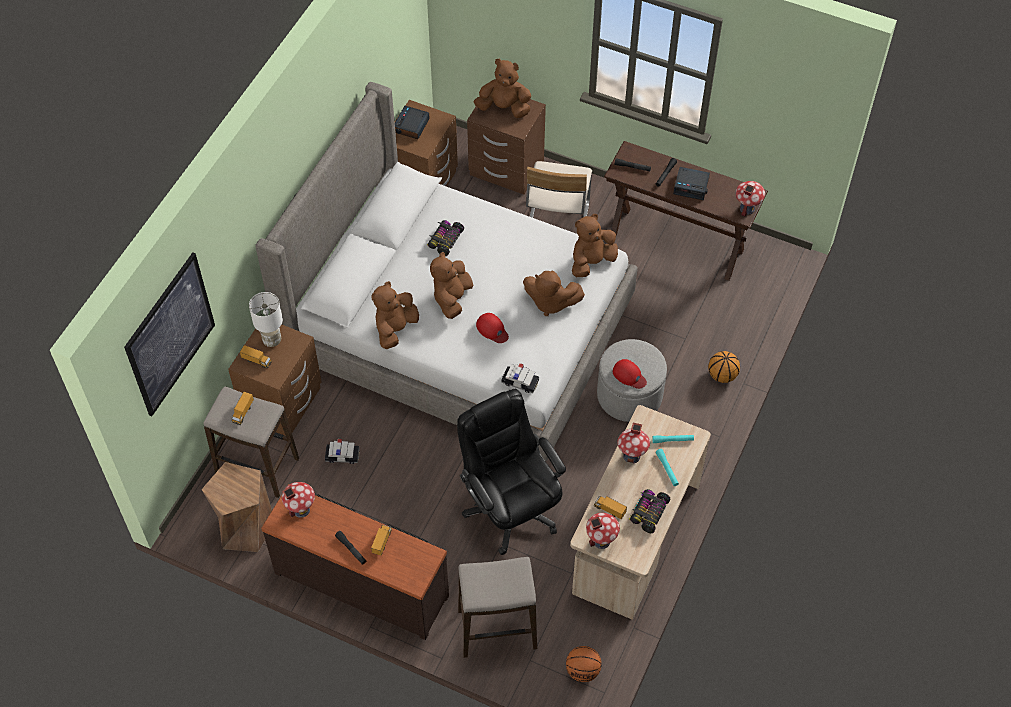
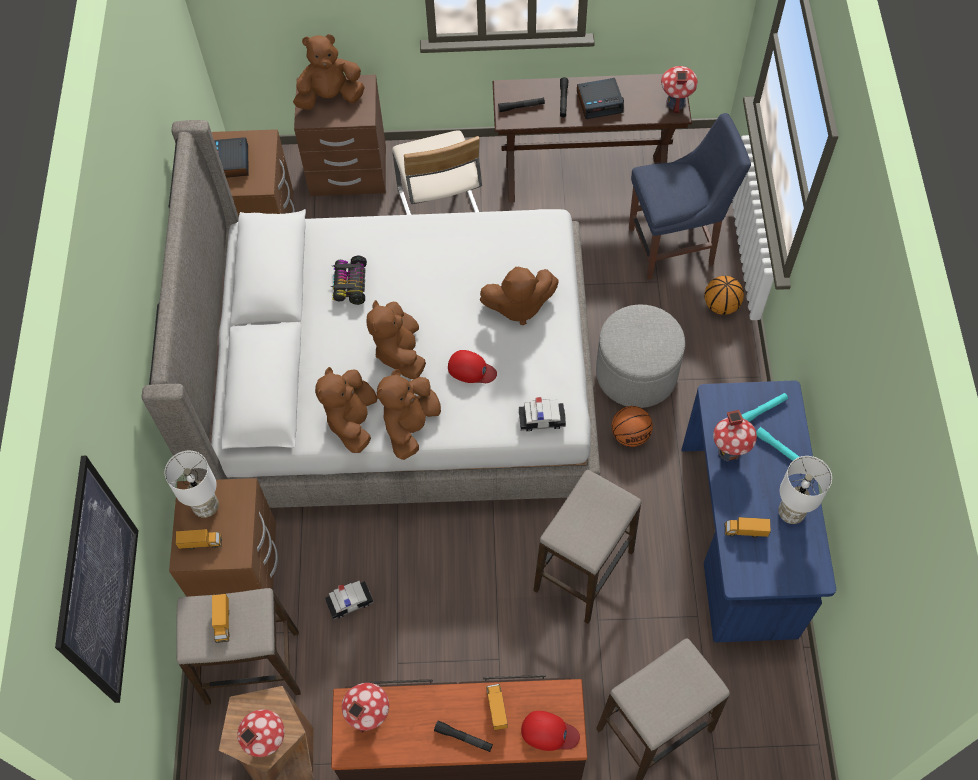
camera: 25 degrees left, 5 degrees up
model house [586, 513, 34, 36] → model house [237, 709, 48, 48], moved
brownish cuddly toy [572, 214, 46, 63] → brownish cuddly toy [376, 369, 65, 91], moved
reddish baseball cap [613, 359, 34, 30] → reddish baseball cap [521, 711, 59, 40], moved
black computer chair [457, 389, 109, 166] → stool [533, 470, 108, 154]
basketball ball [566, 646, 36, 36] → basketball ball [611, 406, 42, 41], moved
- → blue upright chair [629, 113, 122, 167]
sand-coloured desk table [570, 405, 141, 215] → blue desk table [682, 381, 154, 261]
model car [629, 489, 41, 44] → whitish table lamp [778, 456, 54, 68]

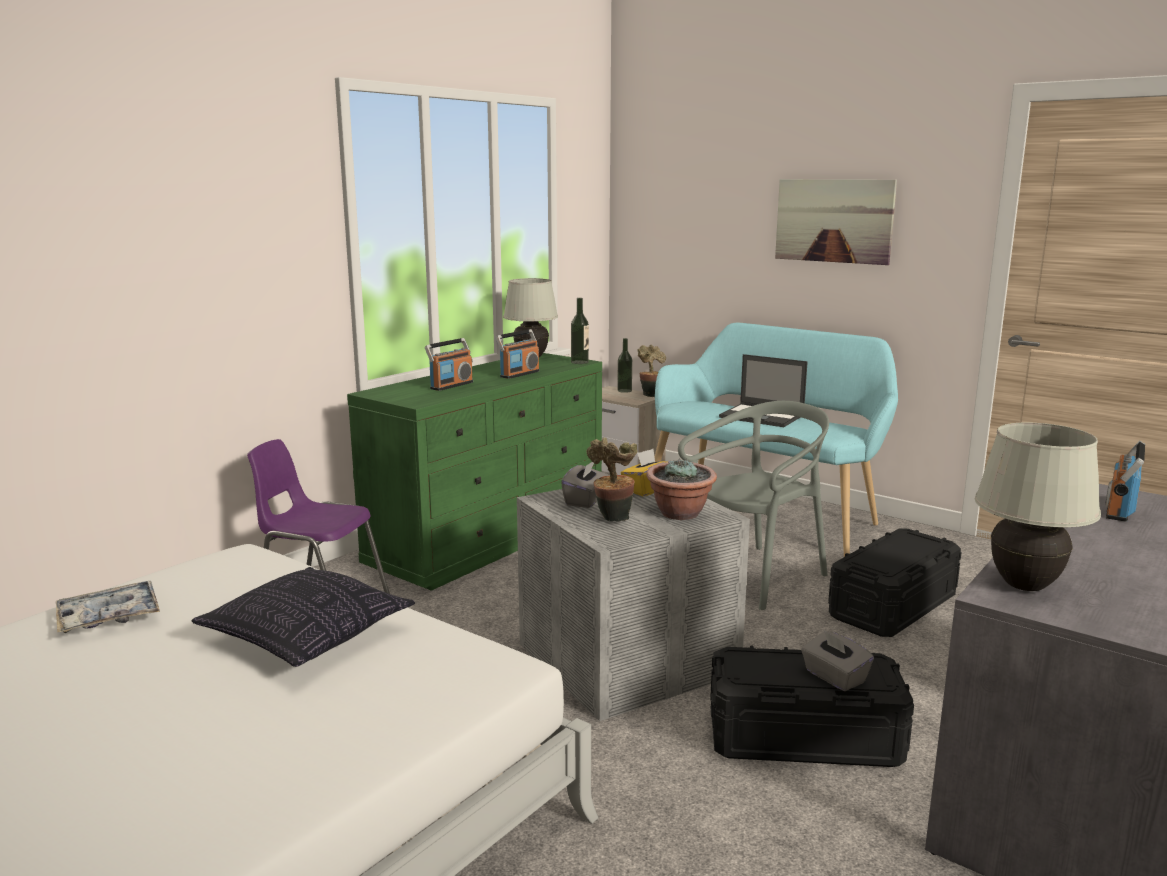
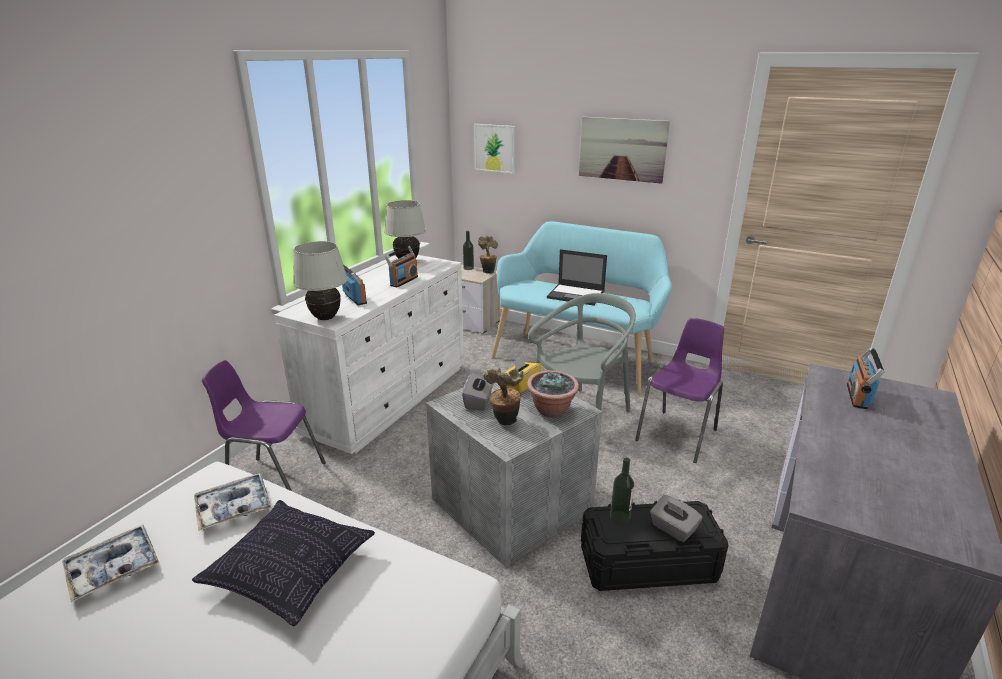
camera: 10 degrees left, 10 degrees up
- → serving tray [194, 473, 77, 58]
green chest of drawers [347, 353, 255, 238] → whitish chest of drawers [274, 255, 191, 199]
whitish table lamp [975, 422, 126, 169] → whitish table lamp [293, 241, 55, 79], moved
radio receiver [425, 338, 48, 53] → radio receiver [342, 264, 25, 41], 60 degrees counterclockwise
- → wall art [474, 124, 42, 50]
drink bottle [571, 298, 18, 66] → drink bottle [610, 457, 24, 68], moved
black storage box [828, 529, 134, 108] → purple upright chair [635, 318, 89, 145]

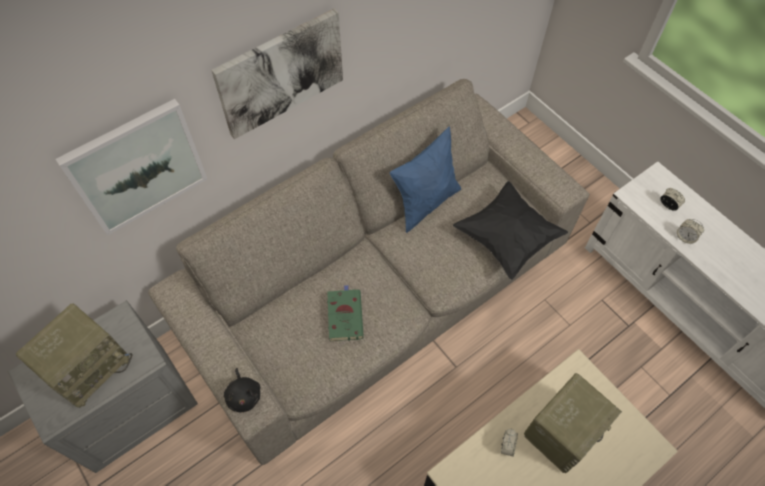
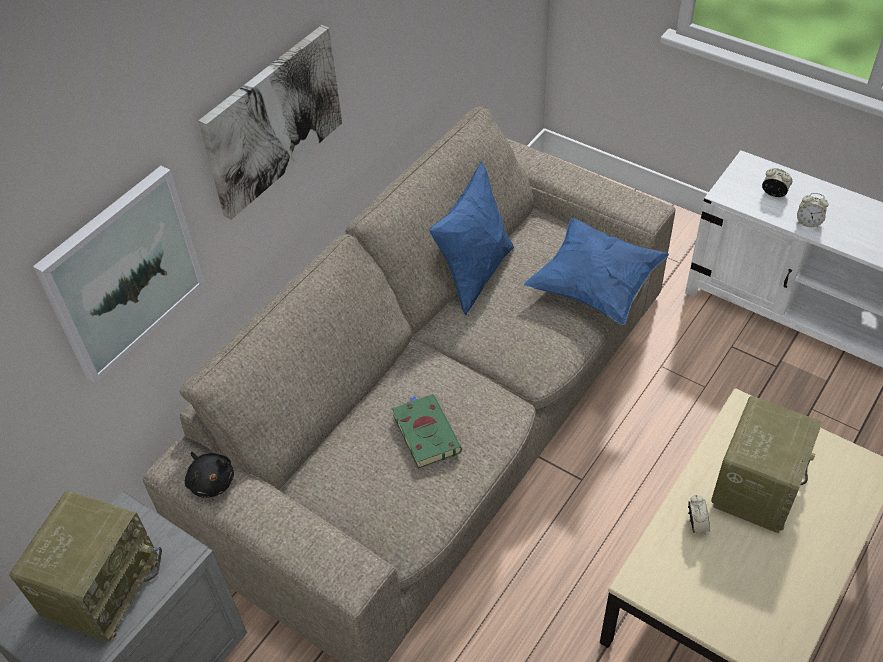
camera: 15 degrees left, 10 degrees down
black cuddly toy [224, 368, 36, 44] → black cuddly toy [185, 452, 49, 46], moved
black throw pillow [453, 181, 115, 99] → blue throw pillow [524, 218, 145, 107]

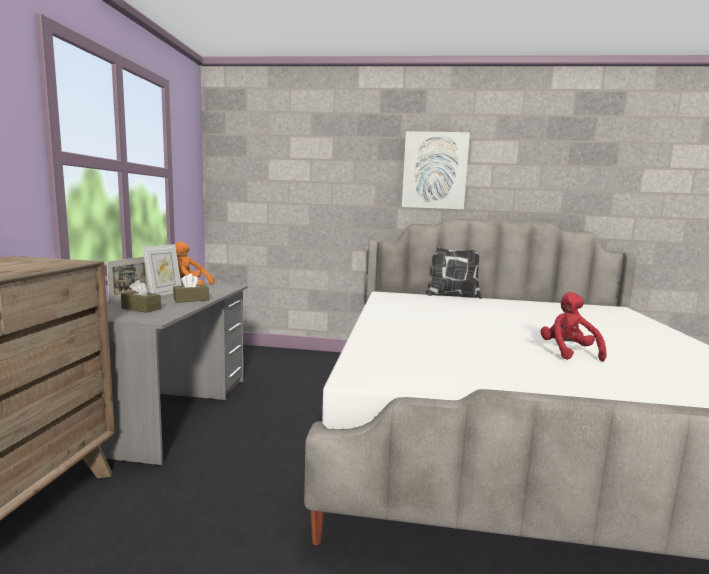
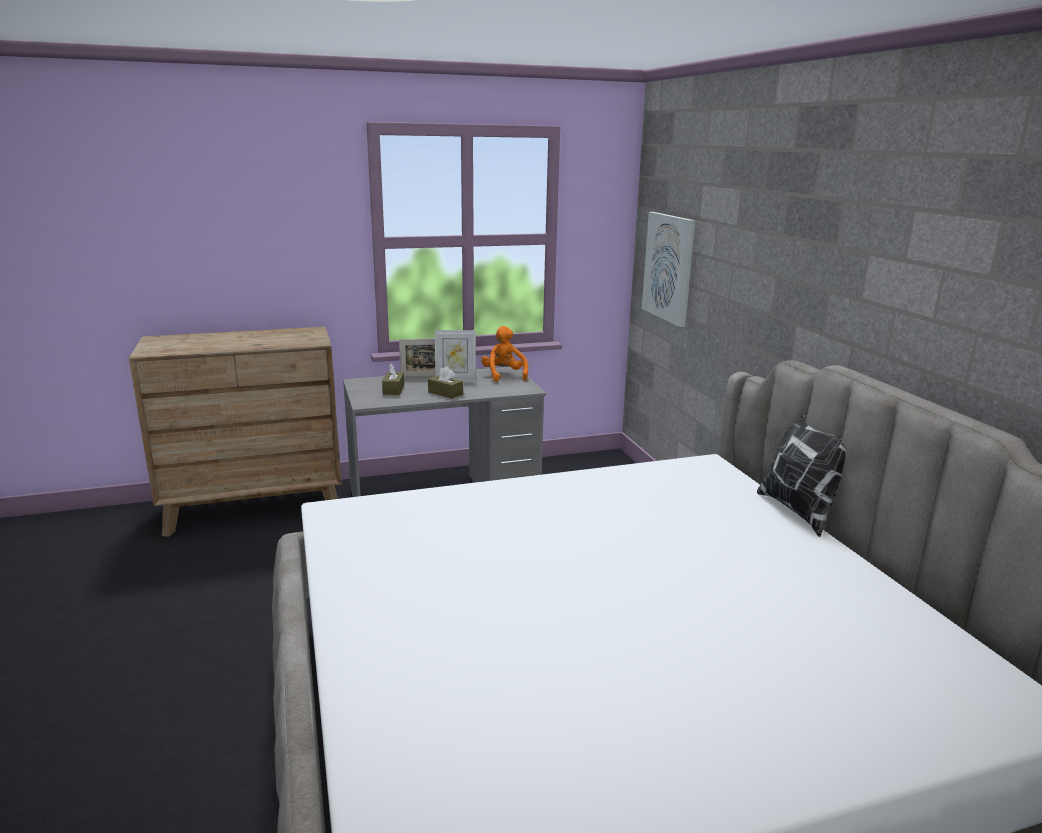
camera: 65 degrees right, 10 degrees up
wall art [402, 131, 68, 78] → wall art [642, 212, 53, 115], moved
reddish cuddly toy [540, 292, 67, 70] → -

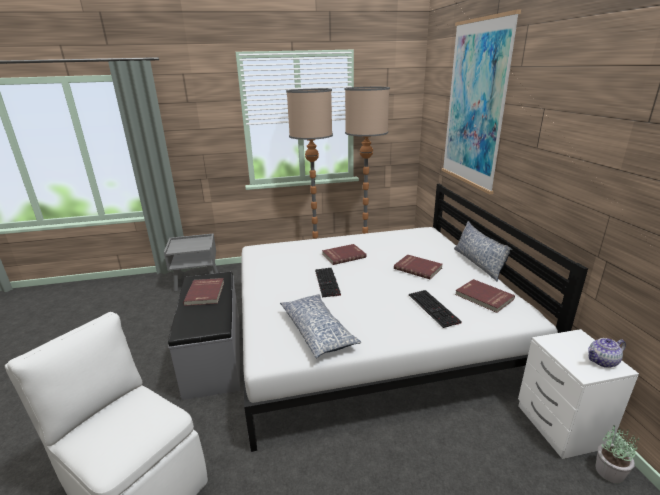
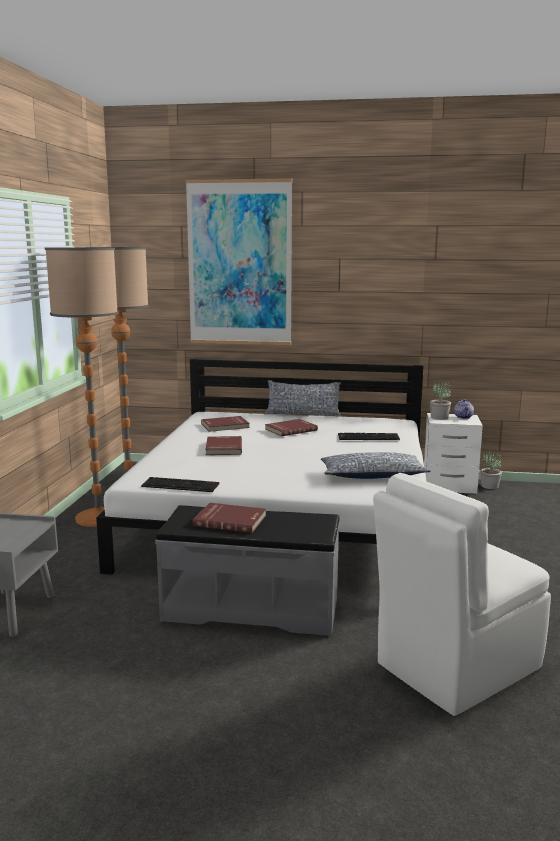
camera: 70 degrees left, 10 degrees down
computer keyboard [315, 268, 26, 30] → computer keyboard [141, 477, 78, 15], moved
reddish volume [455, 279, 60, 34] → reddish volume [201, 416, 49, 16], moved
- → potted plant [430, 382, 21, 38]

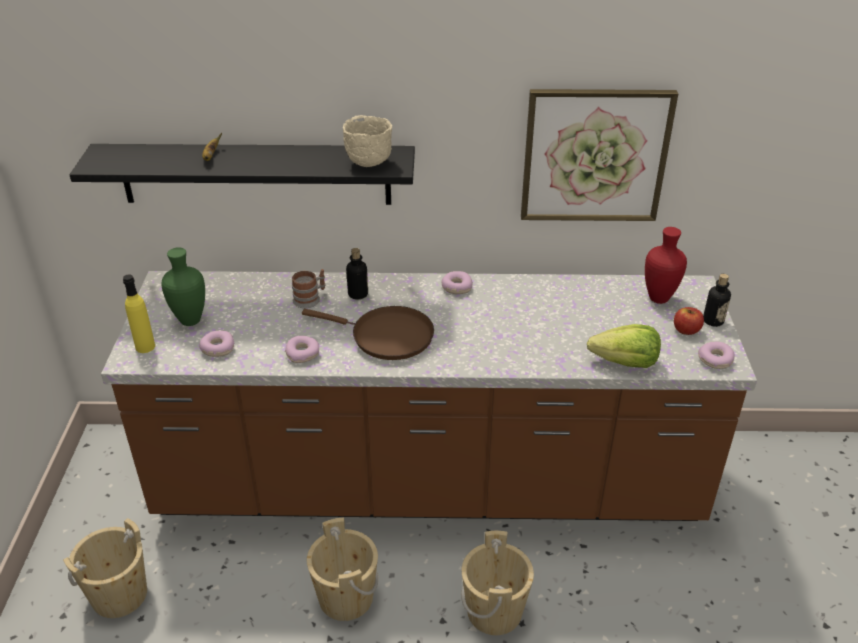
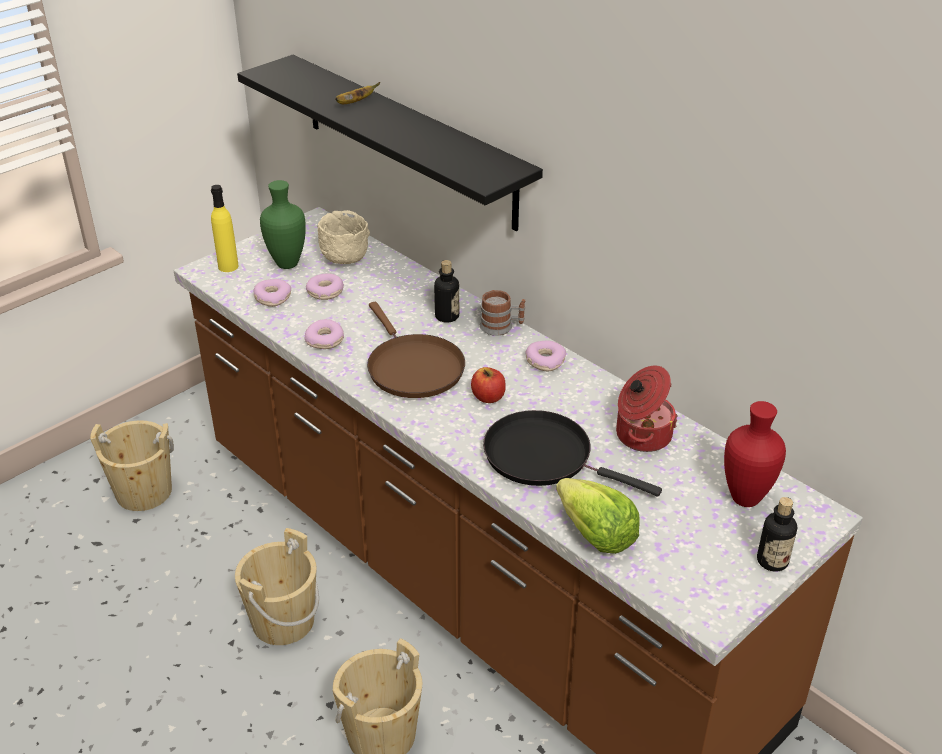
camera: 45 degrees right, 0 degrees up
doughnut [698, 342, 36, 27] → doughnut [306, 274, 38, 26], moved
sand-coloured bowl [343, 115, 49, 52] → sand-coloured bowl [317, 210, 53, 54], moved
whole apple [674, 307, 30, 28] → whole apple [471, 367, 35, 36], moved
tea mug [292, 269, 33, 39] → tea mug [480, 290, 46, 46], moved
- → black frying pan [483, 410, 179, 87]
- → saucepot [616, 366, 62, 86]
wall art [521, 89, 157, 132] → -

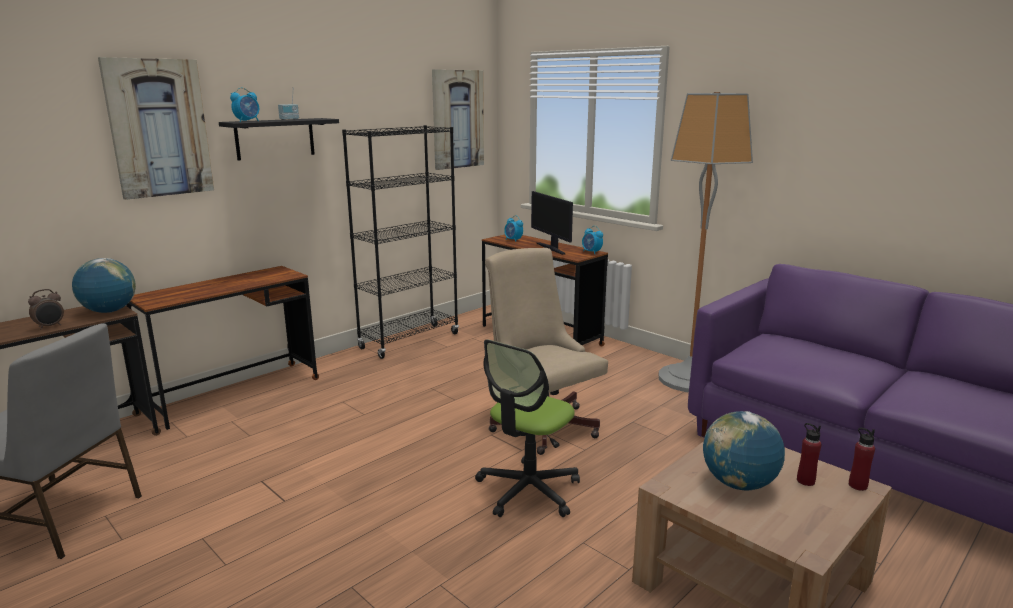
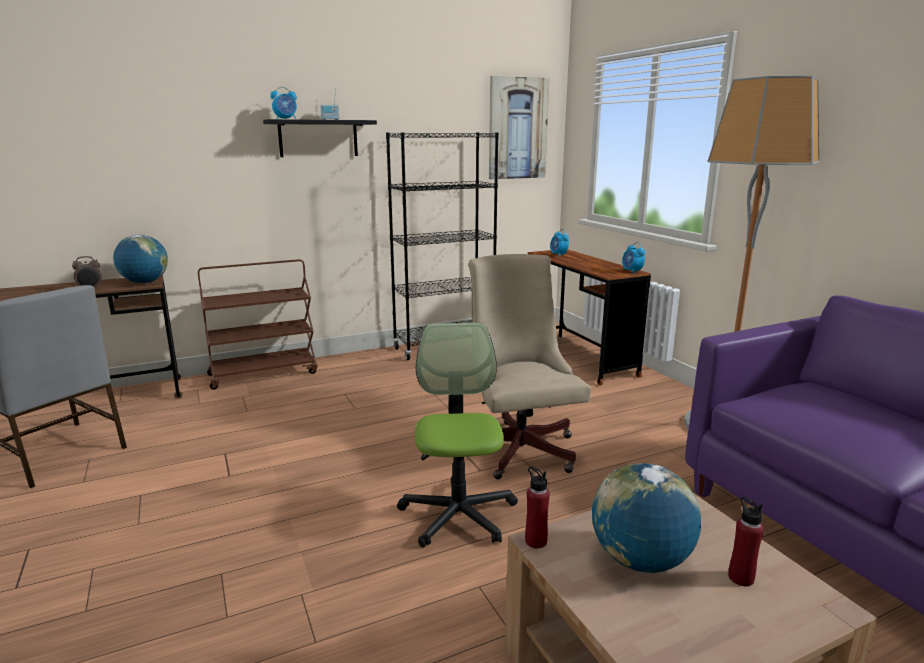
camera: 20 degrees right, 0 degrees up
brownish desk table [126, 266, 193, 164] → brownish cart [198, 259, 119, 131]
computer chair [475, 339, 105, 178] → computer chair [397, 323, 121, 225], 120 degrees clockwise
reddish drink bottle [849, 428, 26, 63] → reddish drink bottle [525, 467, 25, 81], moved
wall art [98, 57, 116, 143] → -
computer screen [531, 191, 42, 64] → -

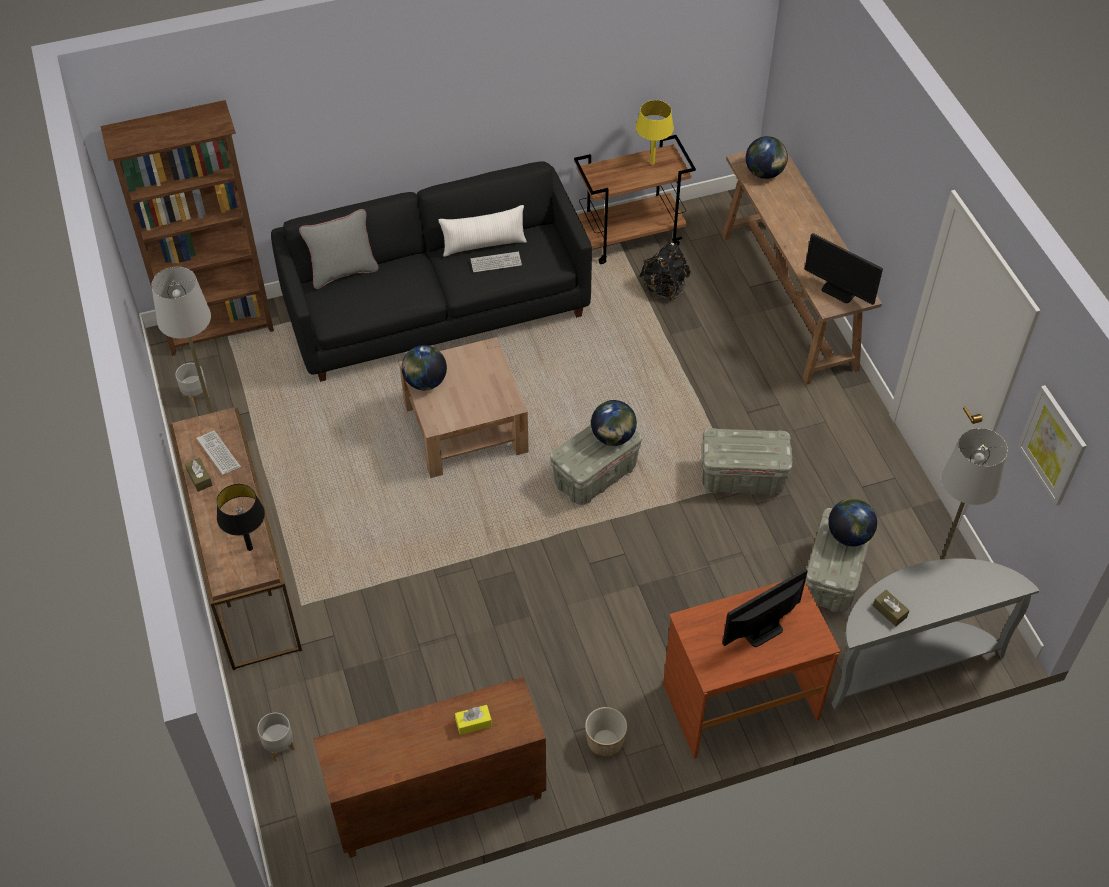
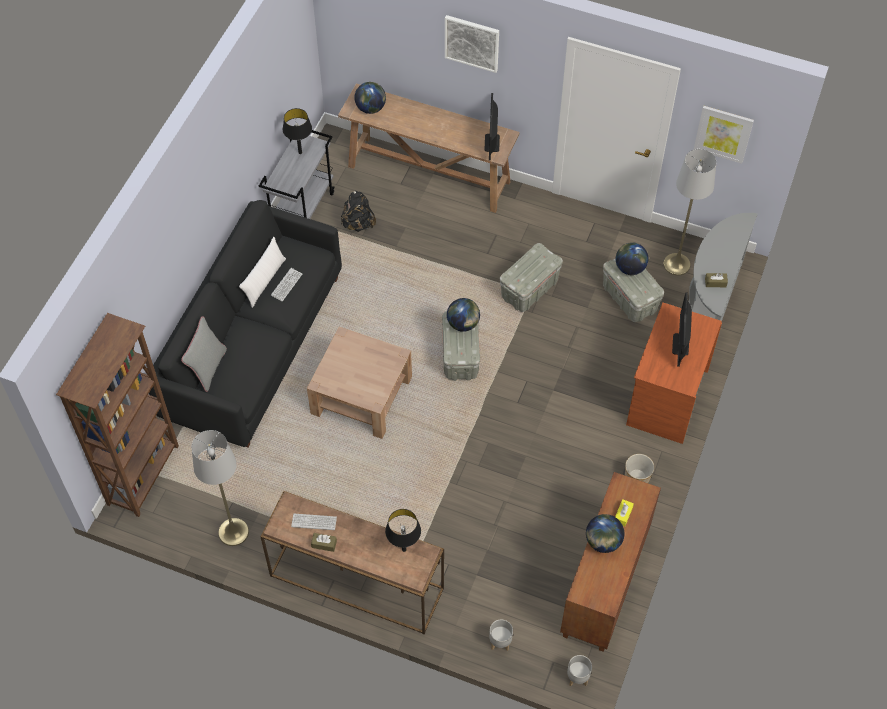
camera: 50 degrees left, 5 degrees up
brownish cart [574, 135, 122, 129] → gray cart [259, 125, 76, 94]
yellow table lamp [636, 100, 38, 65] → black table lamp [283, 108, 29, 46]
- → wall art [445, 15, 54, 58]
computer screen [805, 233, 78, 72] → computer screen [485, 93, 15, 67], 105 degrees clockwise
gray planter [175, 363, 34, 44] → gray planter [567, 655, 25, 31], moved
globe [402, 345, 45, 45] → globe [586, 514, 38, 39], moved

